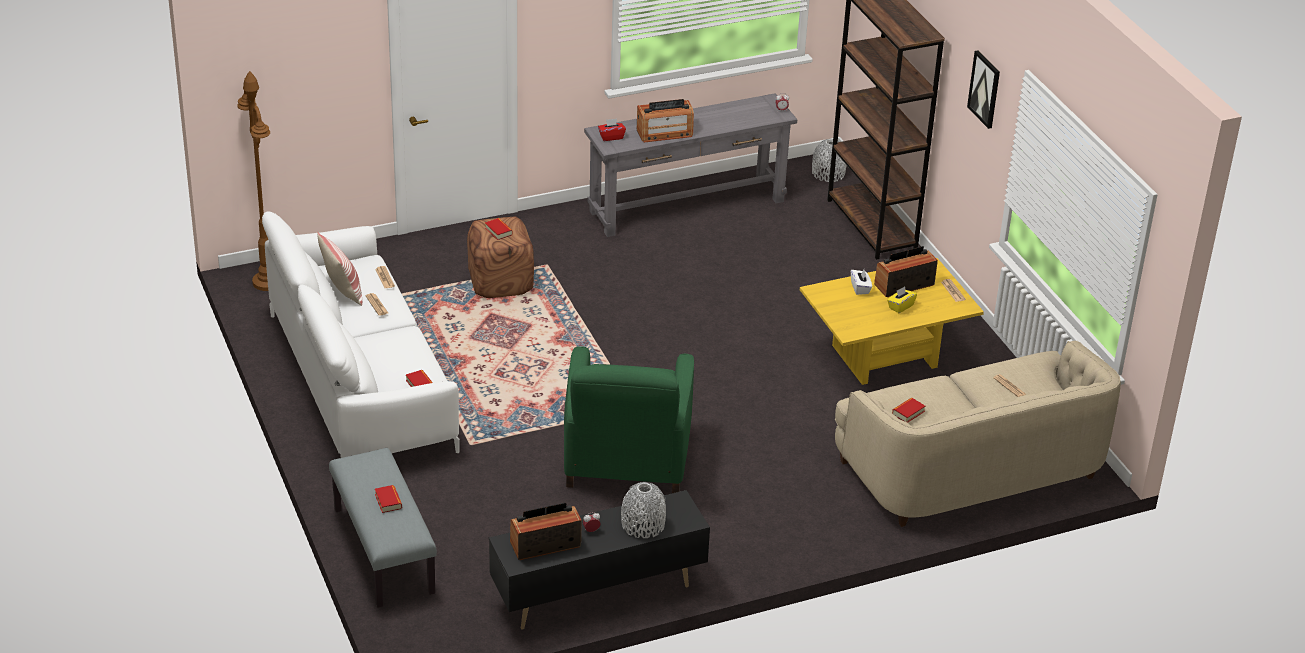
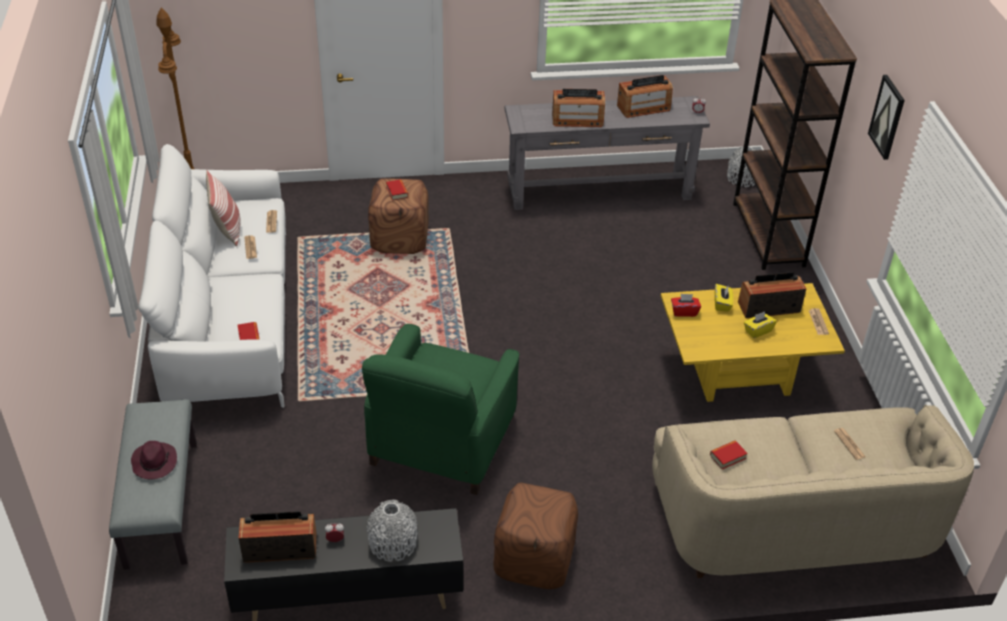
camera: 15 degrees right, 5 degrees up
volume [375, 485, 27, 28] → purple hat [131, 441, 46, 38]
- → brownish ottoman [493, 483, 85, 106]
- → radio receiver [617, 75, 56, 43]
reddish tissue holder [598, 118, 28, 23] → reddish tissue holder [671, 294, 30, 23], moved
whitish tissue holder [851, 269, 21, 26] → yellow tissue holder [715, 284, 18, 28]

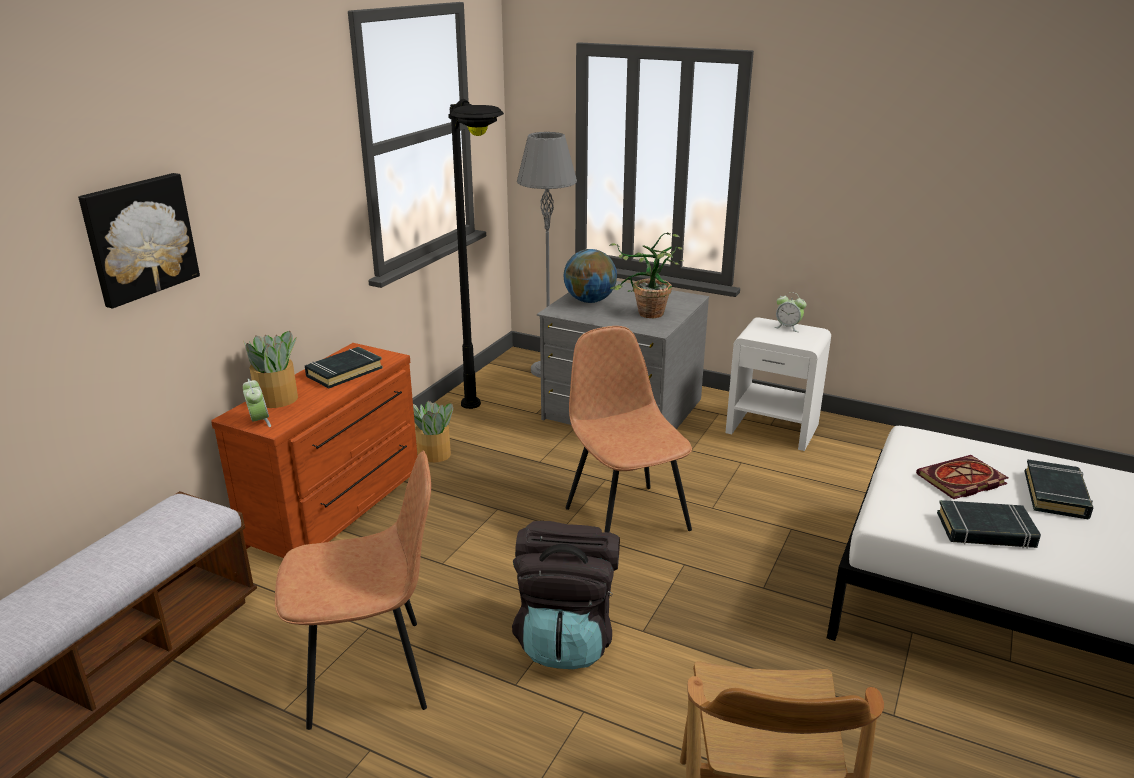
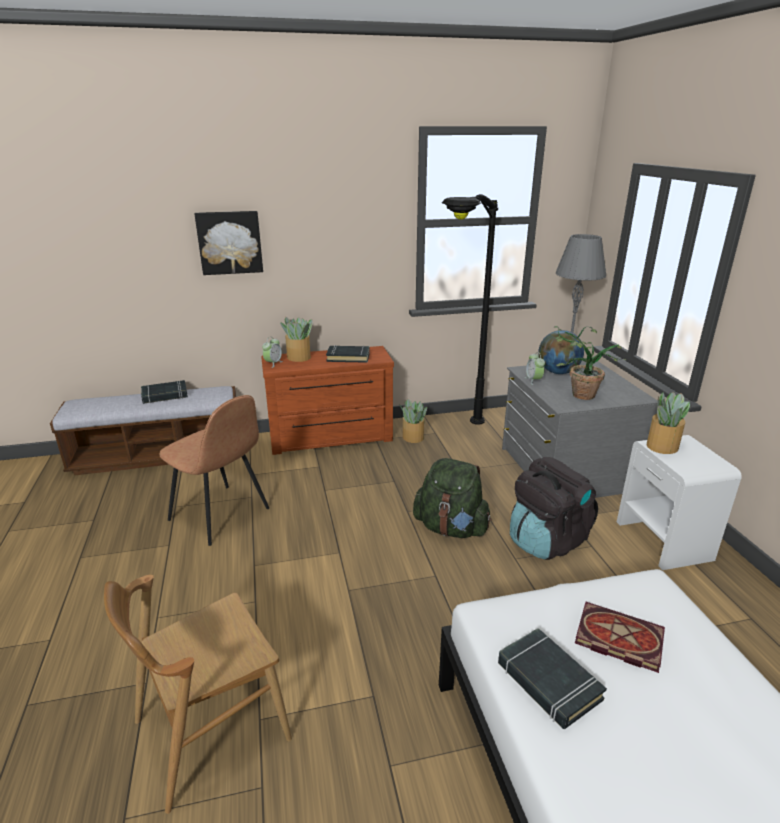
camera: 50 degrees right, 0 degrees up
black volume [1025, 460, 68, 59] → black volume [141, 380, 47, 24], moved
brownish upright chair [566, 326, 126, 206] → green backpack [413, 458, 79, 80]
black backpack [512, 521, 108, 148] → black backpack [510, 457, 88, 103], moved
table clock [774, 292, 32, 40] → table clock [525, 352, 20, 33], moved
- → potted plant [647, 392, 46, 62]

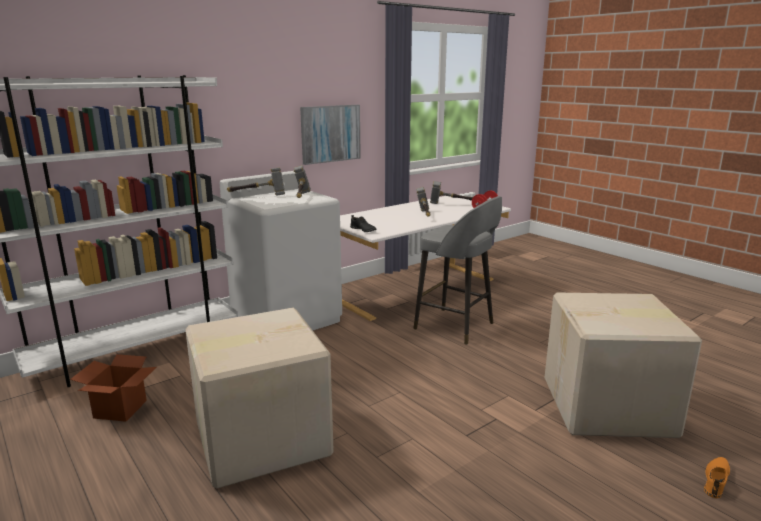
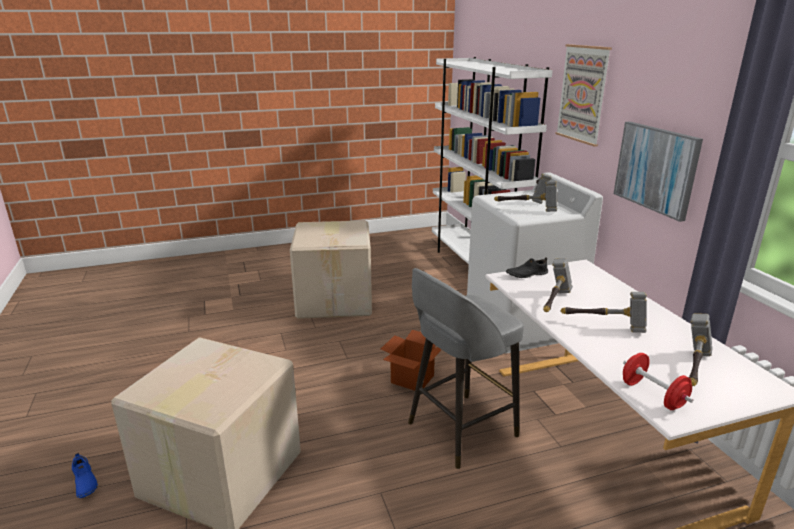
camera: 110 degrees right, 5 degrees up
orangey shoe [704, 457, 26, 41] → blue shoe [72, 453, 26, 45]
cardboard box [70, 354, 87, 68] → cardboard box [381, 330, 61, 61], moved
- → hand hammer [543, 258, 30, 54]
- → wall art [556, 44, 56, 103]

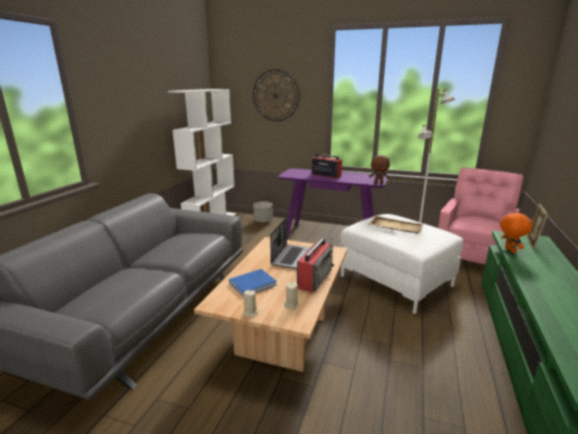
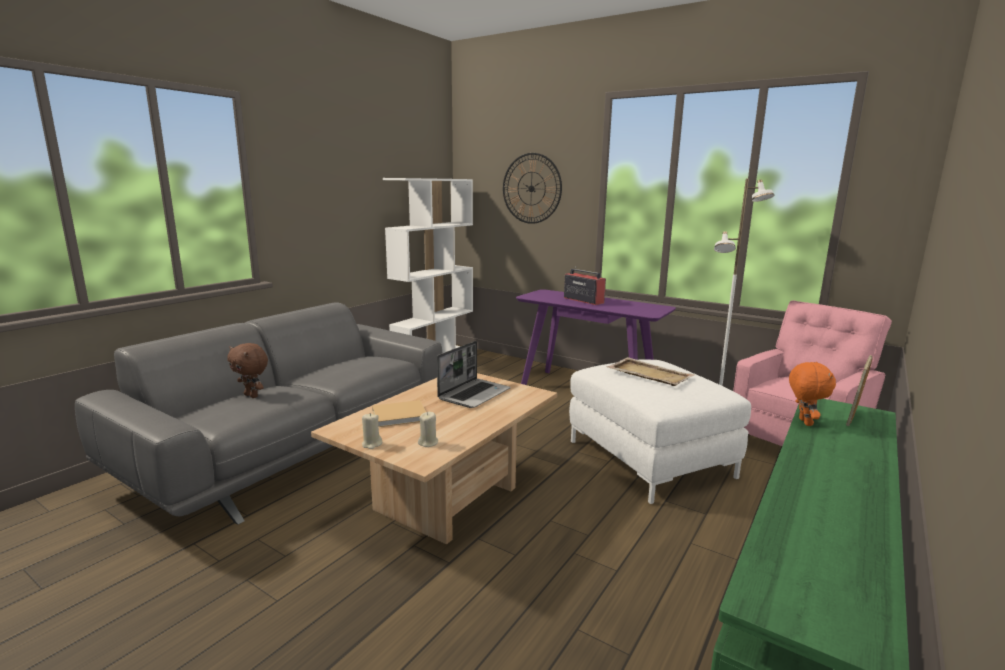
camera: 15 degrees right, 5 degrees down
brownish cuddly toy [369, 155, 21, 29] → brownish cuddly toy [227, 343, 41, 55], moved
blue volume [229, 269, 48, 28] → sand-coloured volume [372, 400, 54, 27]
gray planter [253, 201, 20, 22] → -
radio receiver [297, 237, 37, 55] → -

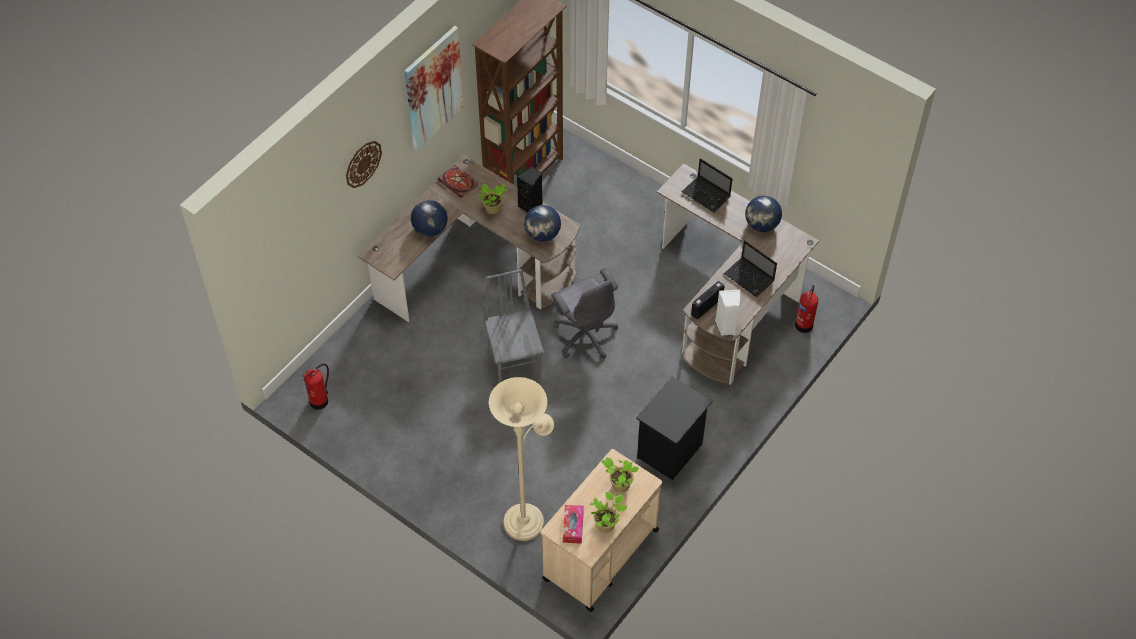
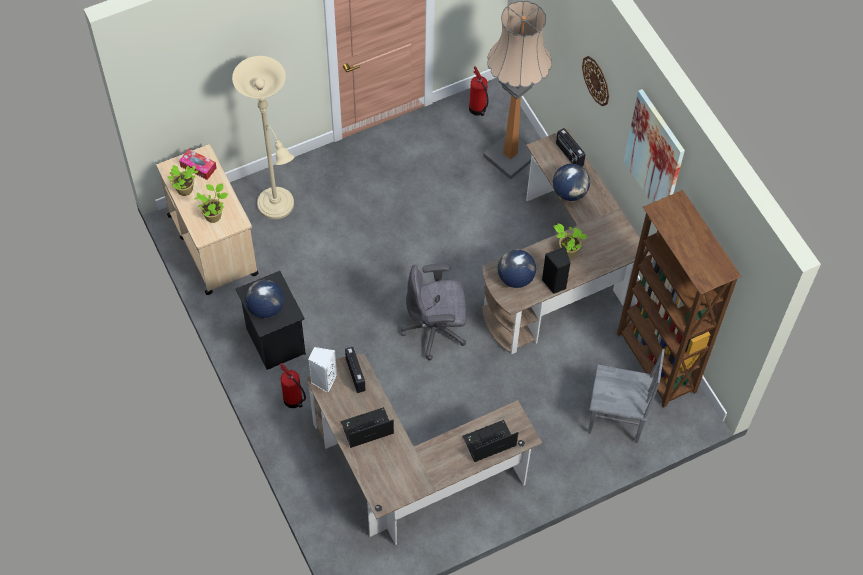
camera: 115 degrees right, 5 degrees up
globe [745, 196, 37, 36] → globe [245, 280, 39, 39], moved
extinguisher [795, 285, 23, 48] → extinguisher [280, 363, 26, 45], moved
- → standing lamp [483, 1, 69, 179]
- → radio receiver [556, 128, 29, 39]
gray upright chair [483, 269, 61, 114] → gray upright chair [588, 349, 77, 94], moved
volume [437, 165, 41, 33] → -

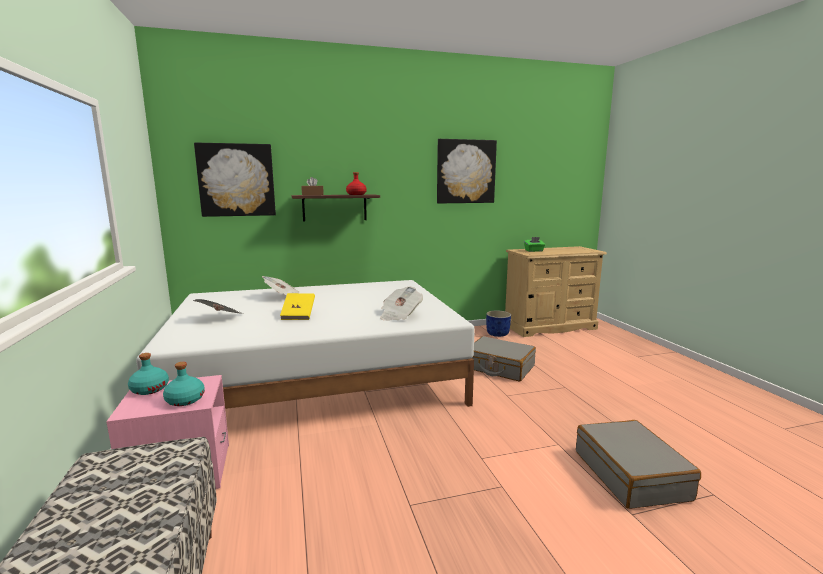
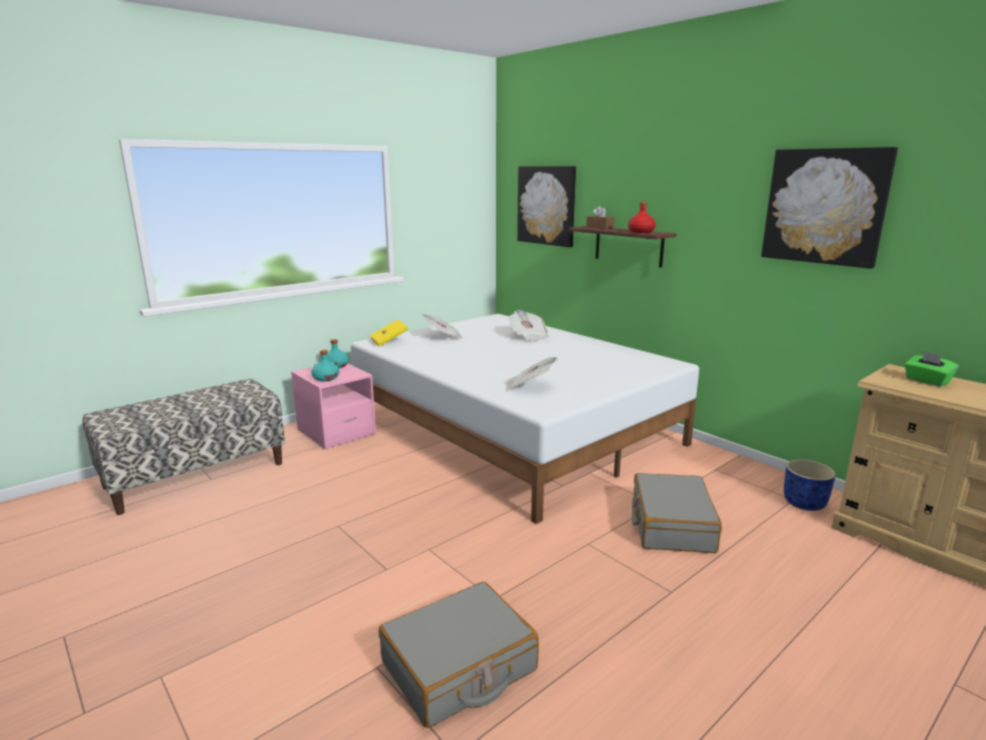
camera: 65 degrees right, 5 degrees up
yellow volume [280, 293, 35, 27] → yellow volume [369, 320, 39, 26], moved

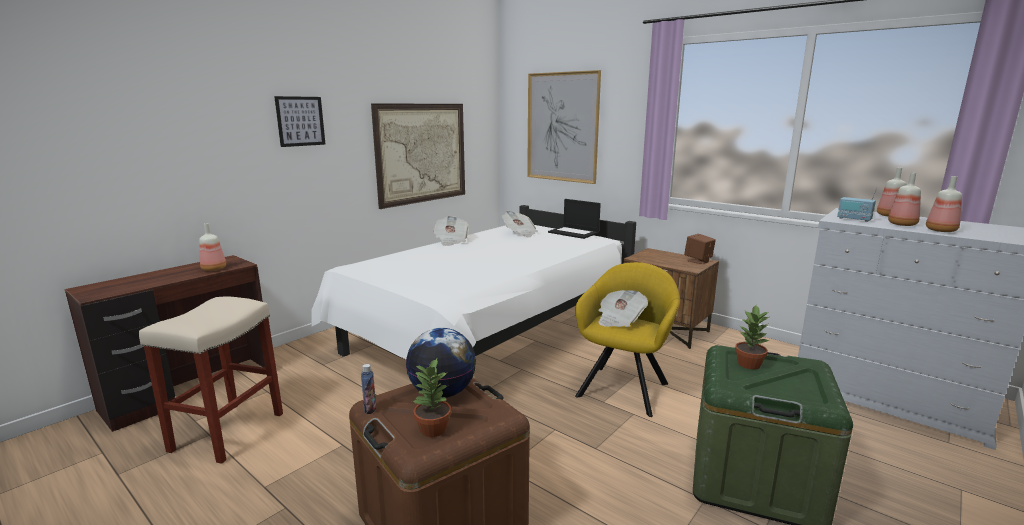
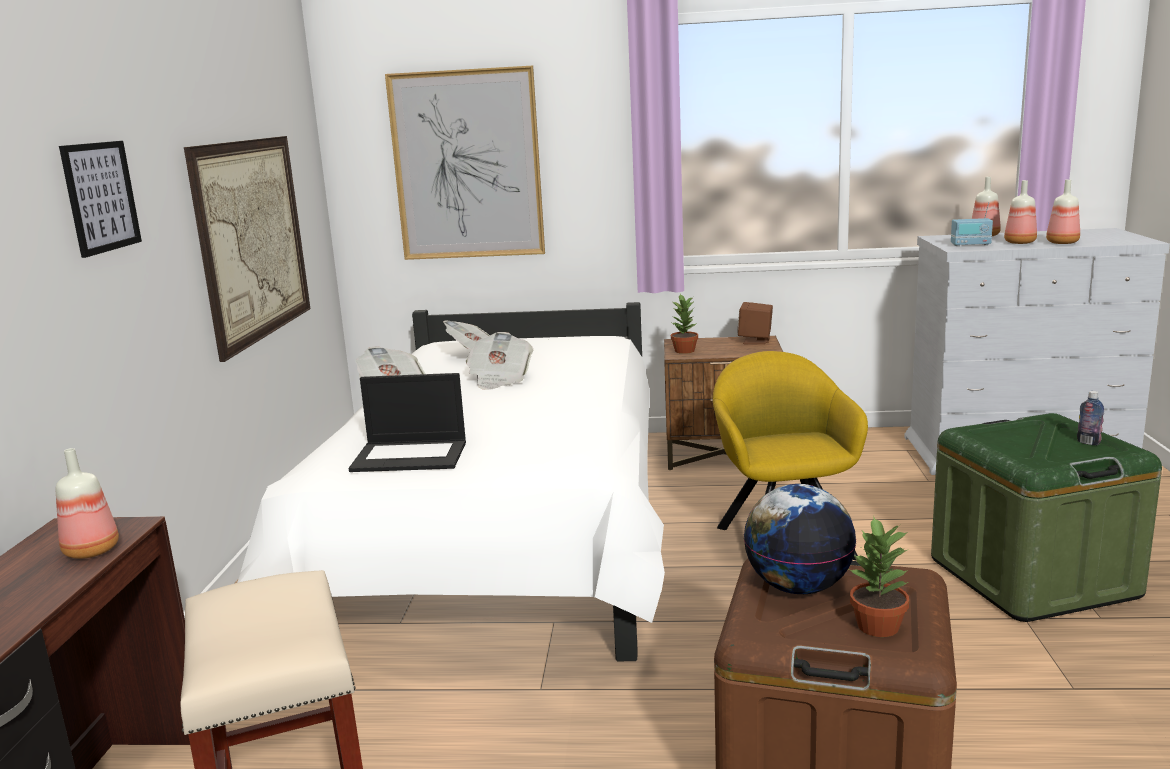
camera: 35 degrees left, 0 degrees up
notebook computer [548, 199, 53, 40] → notebook computer [348, 373, 118, 99], moved
newspaper [598, 290, 50, 37] → newspaper [466, 332, 68, 58], moved
potted plant [735, 306, 34, 64] → potted plant [671, 294, 27, 60], moved
drink bottle [361, 364, 15, 50] → drink bottle [1077, 391, 27, 54], moved

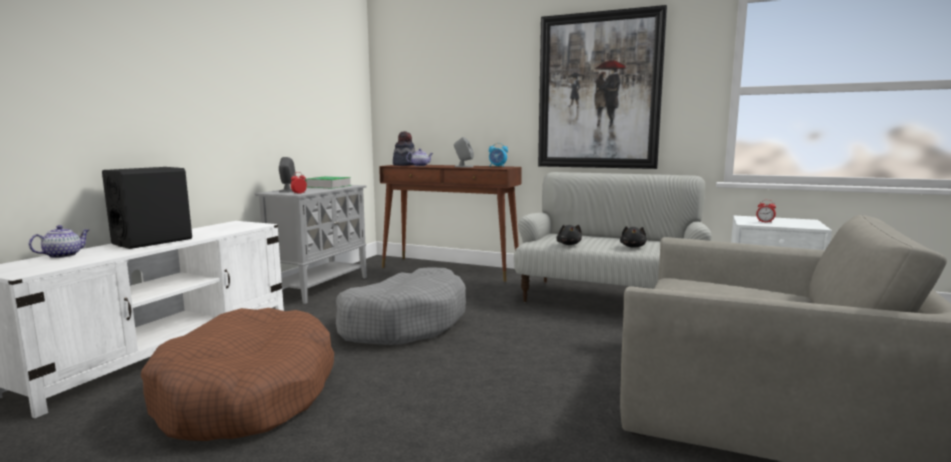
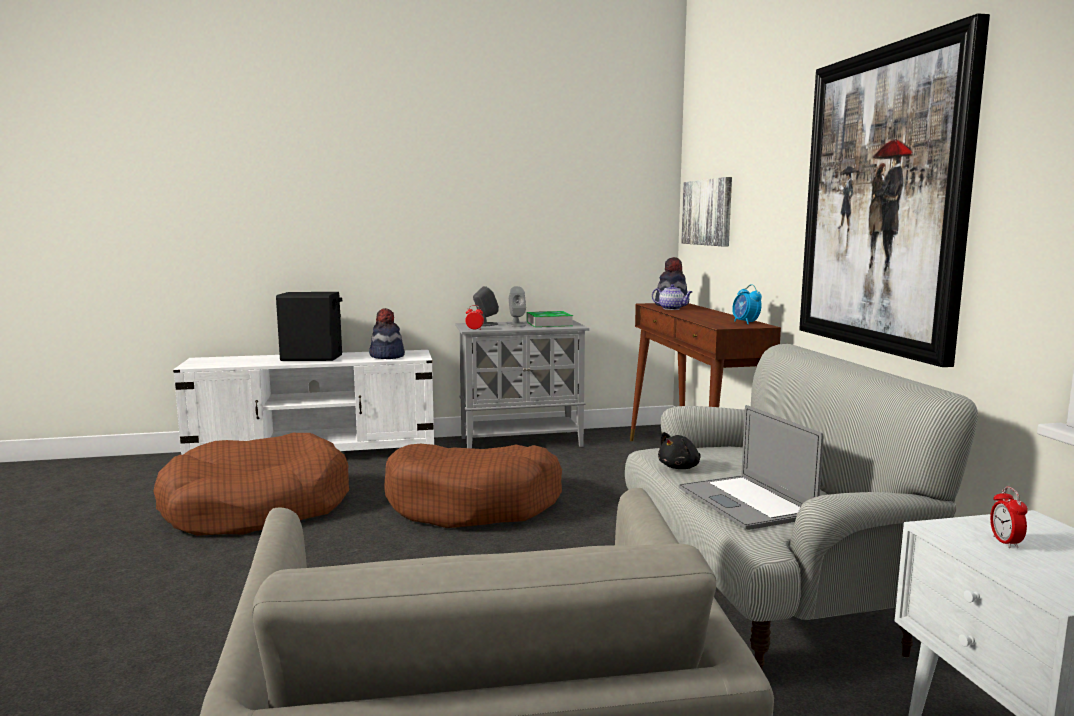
camera: 55 degrees right, 0 degrees up
- → hat [369, 308, 36, 51]
gray pet bed [336, 267, 130, 78] → brownish pet bed [384, 444, 178, 84]
gray speaker [454, 137, 20, 30] → gray speaker [507, 286, 19, 41], moved
black cuddly toy [620, 226, 27, 22] → notebook computer [679, 405, 145, 125]
- → wall art [681, 177, 51, 69]
pot for tea [29, 225, 60, 33] → -

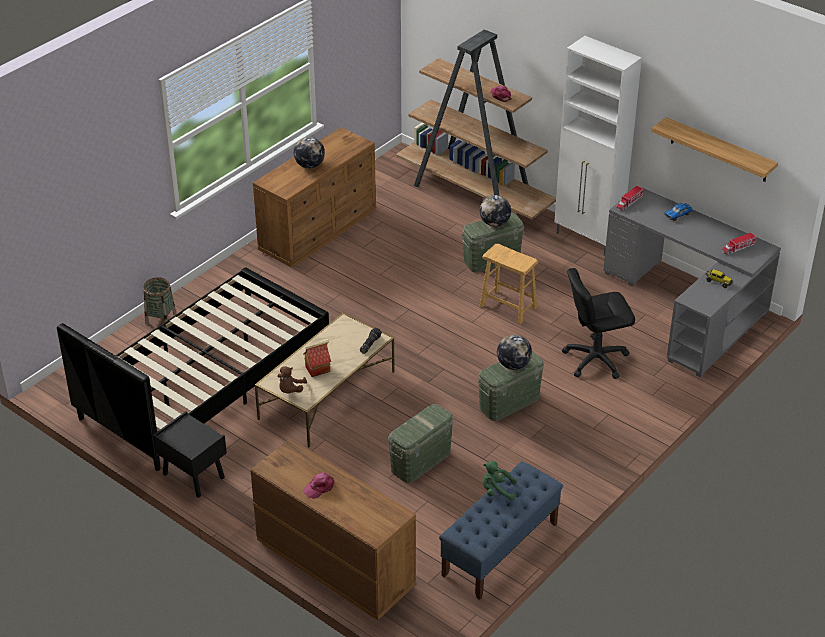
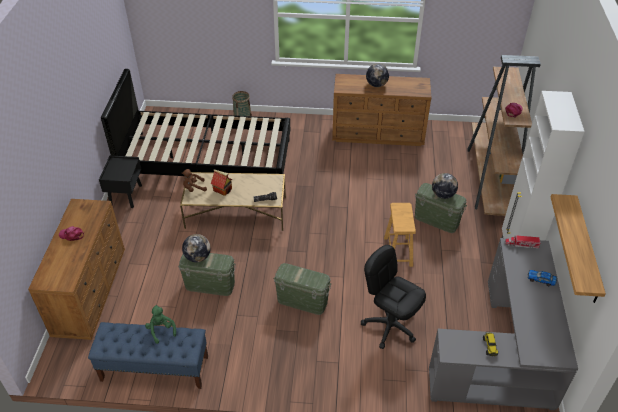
camera: 55 degrees right, 5 degrees up
globe [497, 335, 35, 35] → globe [182, 234, 29, 28], moved
toy lorry [721, 232, 35, 23] → -

